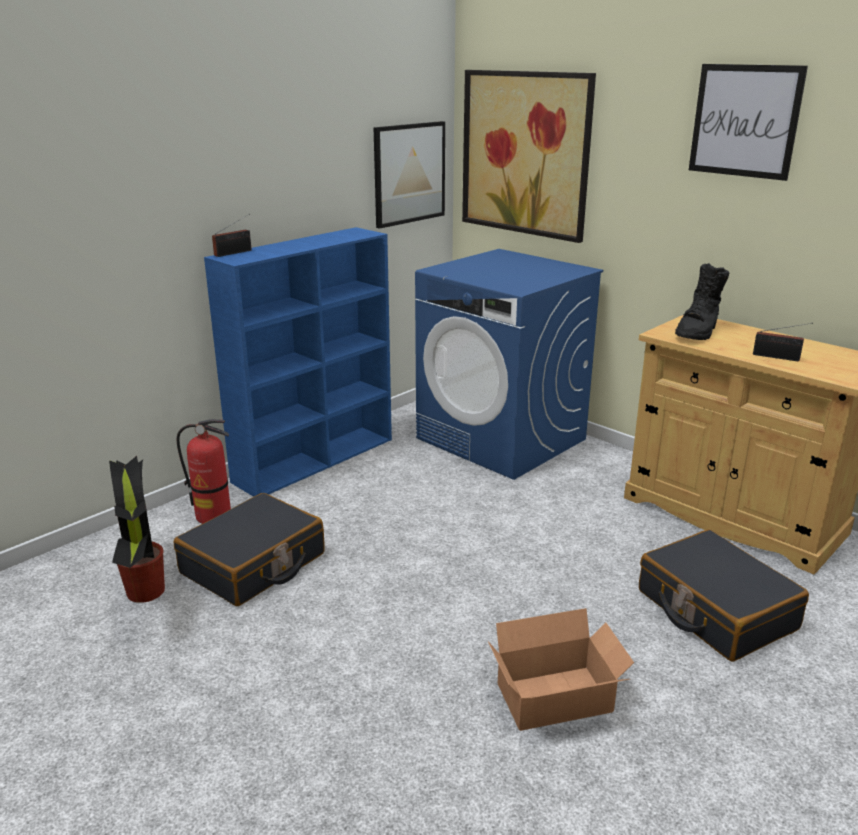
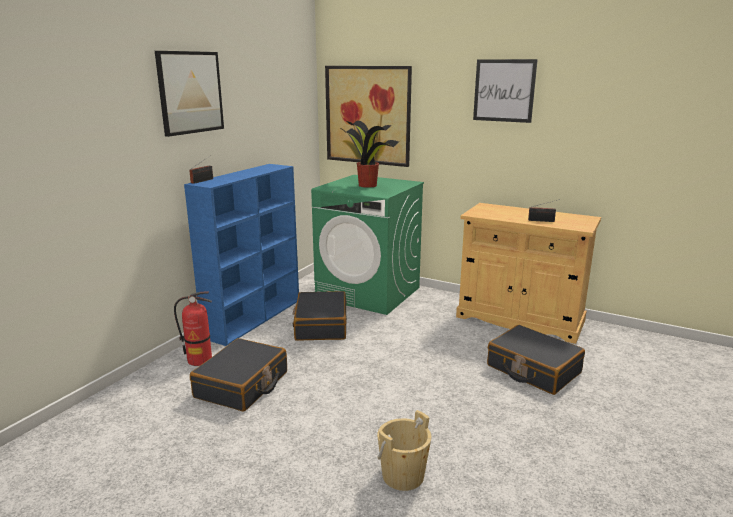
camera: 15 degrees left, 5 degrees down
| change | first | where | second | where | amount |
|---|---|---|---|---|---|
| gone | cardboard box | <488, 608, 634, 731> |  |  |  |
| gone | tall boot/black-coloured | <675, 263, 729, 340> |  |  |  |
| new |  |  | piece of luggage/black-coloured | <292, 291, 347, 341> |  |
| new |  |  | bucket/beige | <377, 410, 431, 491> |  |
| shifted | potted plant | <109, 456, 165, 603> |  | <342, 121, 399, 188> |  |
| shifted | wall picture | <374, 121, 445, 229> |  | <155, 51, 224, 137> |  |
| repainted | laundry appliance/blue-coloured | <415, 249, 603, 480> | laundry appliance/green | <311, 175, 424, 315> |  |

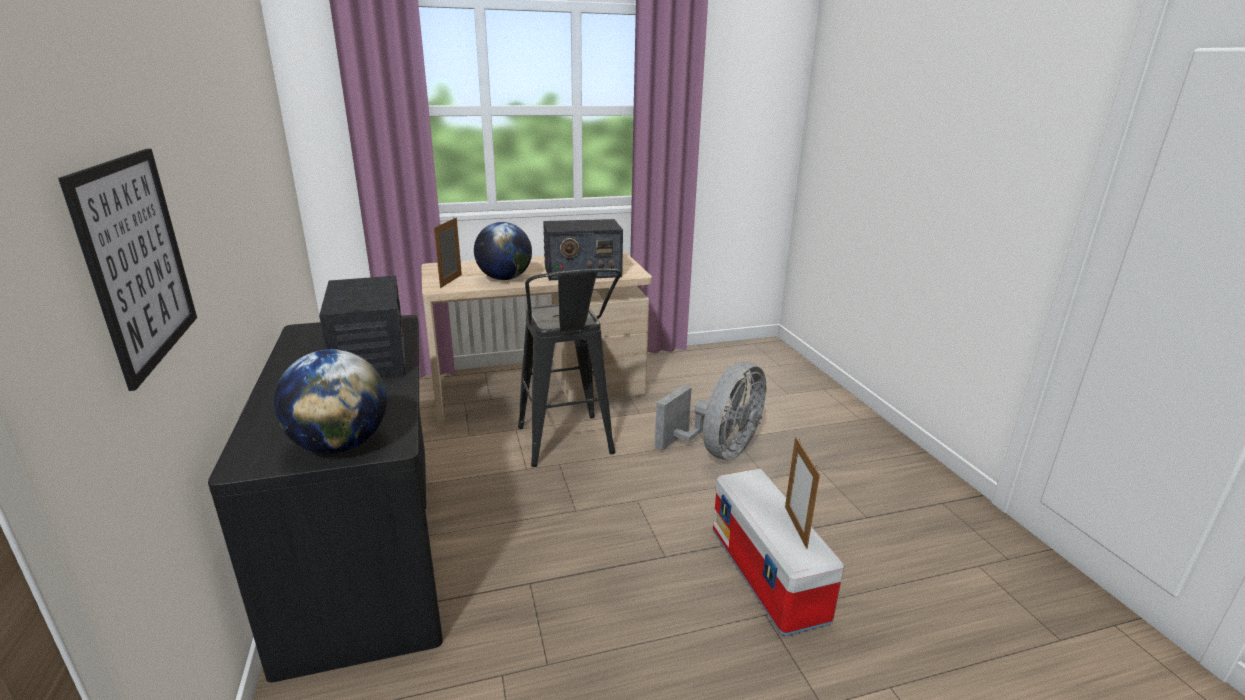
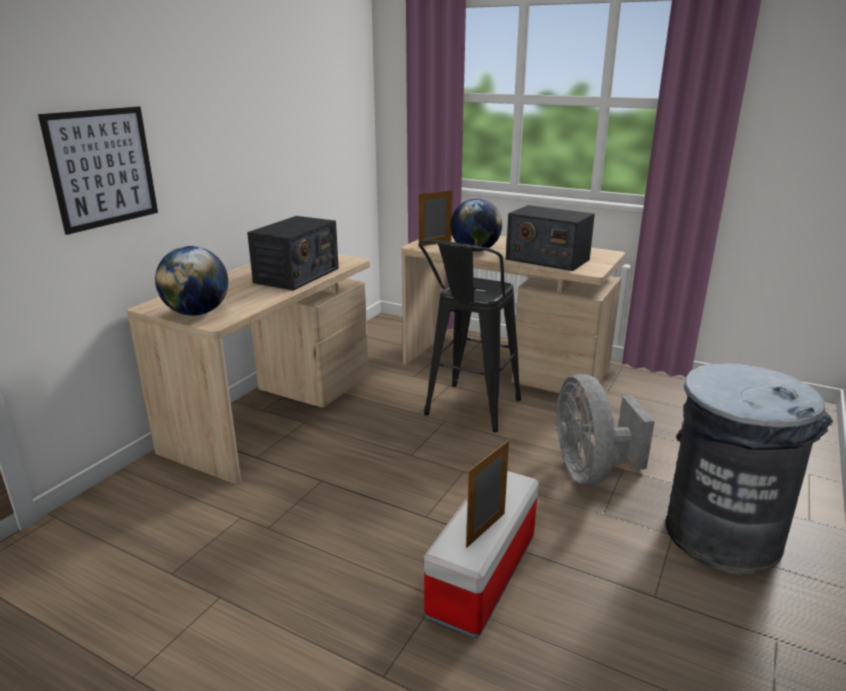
camera: 45 degrees right, 0 degrees up
| change | first | where | second | where | amount |
|---|---|---|---|---|---|
| new |  |  | rubbish bin/greyish | <665, 363, 833, 575> |  |
| repainted | desk table/black-coloured | <208, 315, 443, 682> | desk table/beige | <127, 254, 370, 483> |  |
| rotated | fan/greyish | <655, 362, 766, 460> |  | <555, 374, 655, 485> | 90 degrees clockwise |

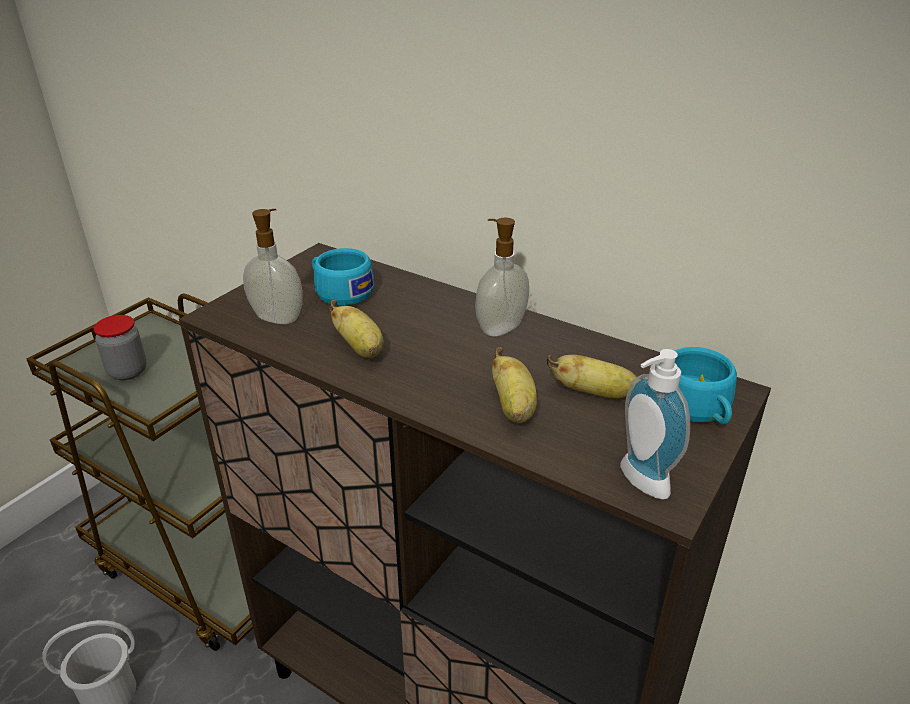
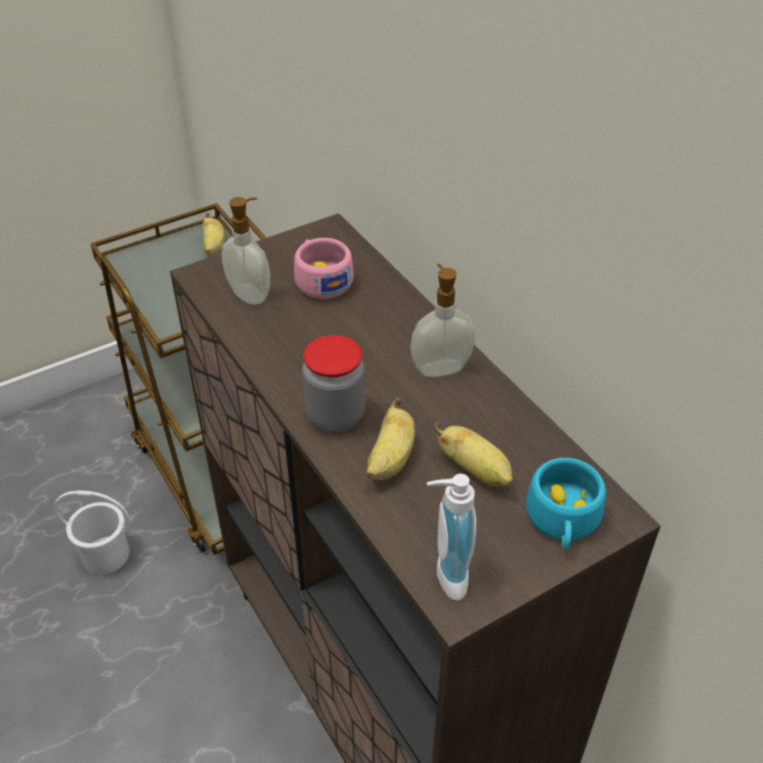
camera: 25 degrees right, 10 degrees up
| change | first | where | second | where | amount |
|---|---|---|---|---|---|
| shifted | preserve jar | <93, 315, 147, 380> |  | <302, 335, 365, 432> |  |
| shifted | whole banana | <329, 300, 384, 358> |  | <202, 213, 225, 256> |  |
| repainted | small cup/turquoise-coloured | <312, 248, 374, 305> | small cup/pink-coloured | <294, 238, 354, 299> |  |

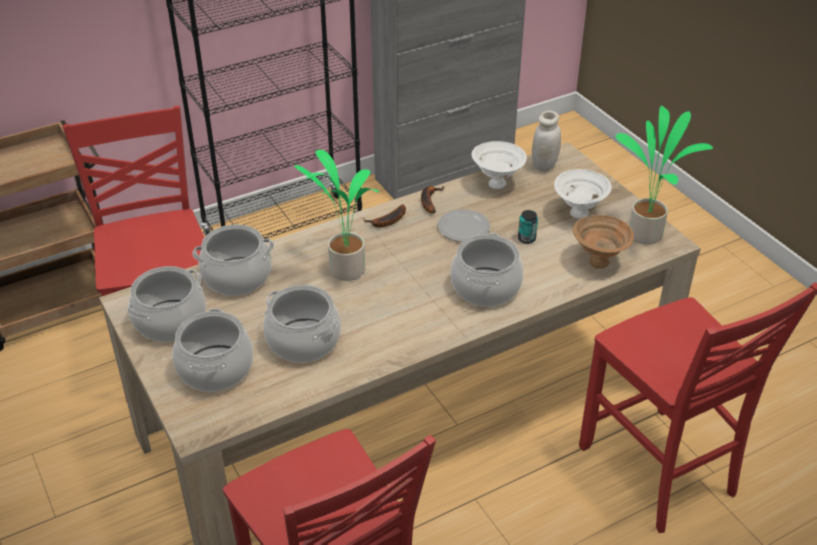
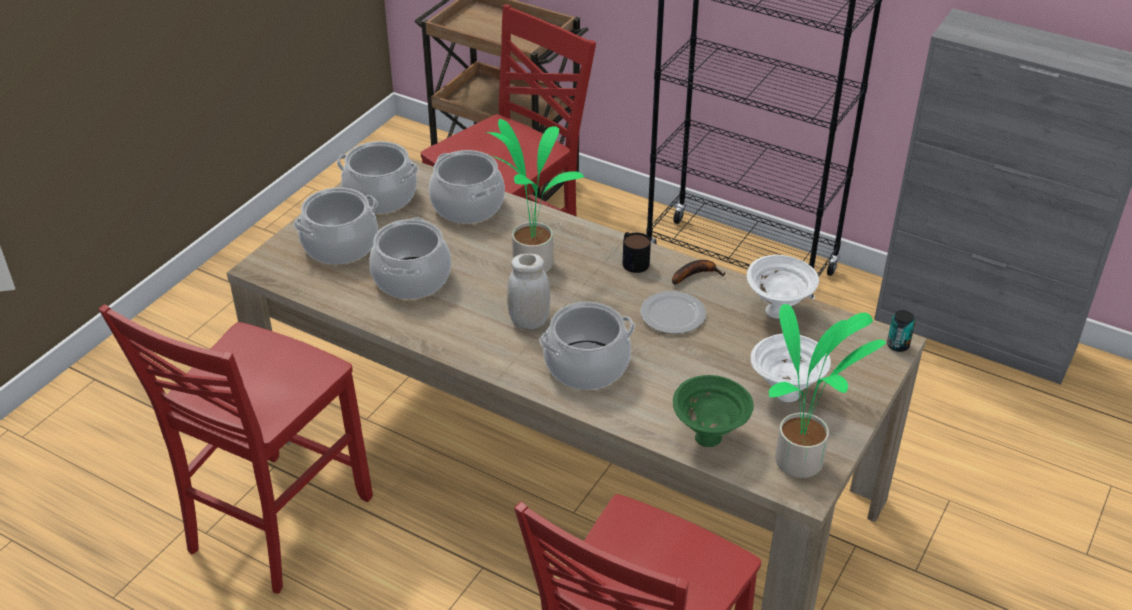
camera: 60 degrees right, 0 degrees up
| change | first | where | second | where | amount |
|---|---|---|---|---|---|
| shifted | metal can | <518, 210, 538, 244> |  | <887, 310, 915, 352> |  |
| shifted | preserve jar/whitish | <532, 111, 561, 172> |  | <507, 254, 550, 329> |  |
| swapped | whole banana | <363, 205, 406, 227> | tea mug | <623, 232, 651, 273> |  |
| repainted | bowl/brown | <573, 215, 634, 268> | bowl/green | <673, 375, 754, 447> |  |

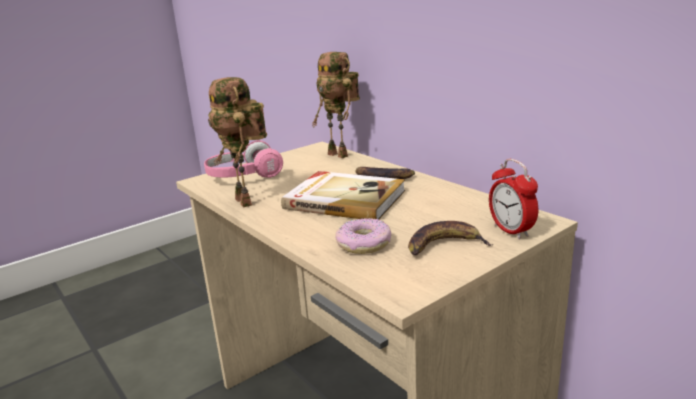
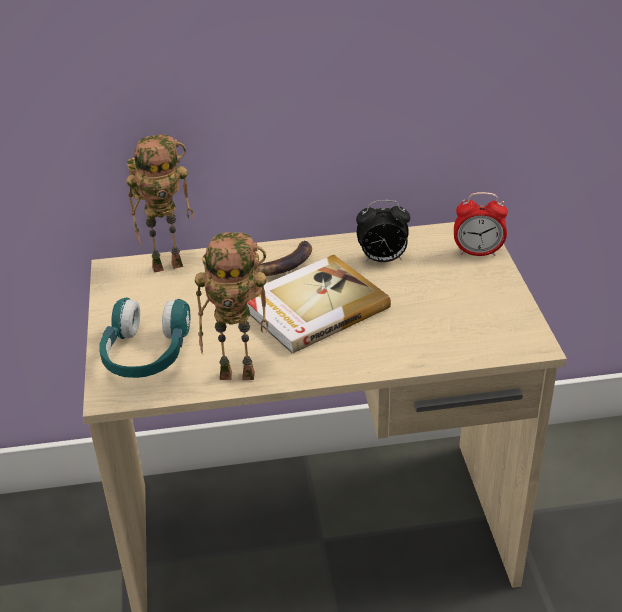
camera: 60 degrees left, 15 degrees up
| change | first | where | second | where | amount |
|---|---|---|---|---|---|
| gone | doughnut | <335, 218, 391, 254> |  |  |  |
| gone | whole banana | <408, 221, 494, 255> |  |  |  |
| new |  |  | table clock | <356, 200, 410, 262> |  |
| repainted | pair of headphones/pink-coloured | <204, 140, 283, 178> | pair of headphones/turquoise-coloured | <99, 298, 191, 378> |  |

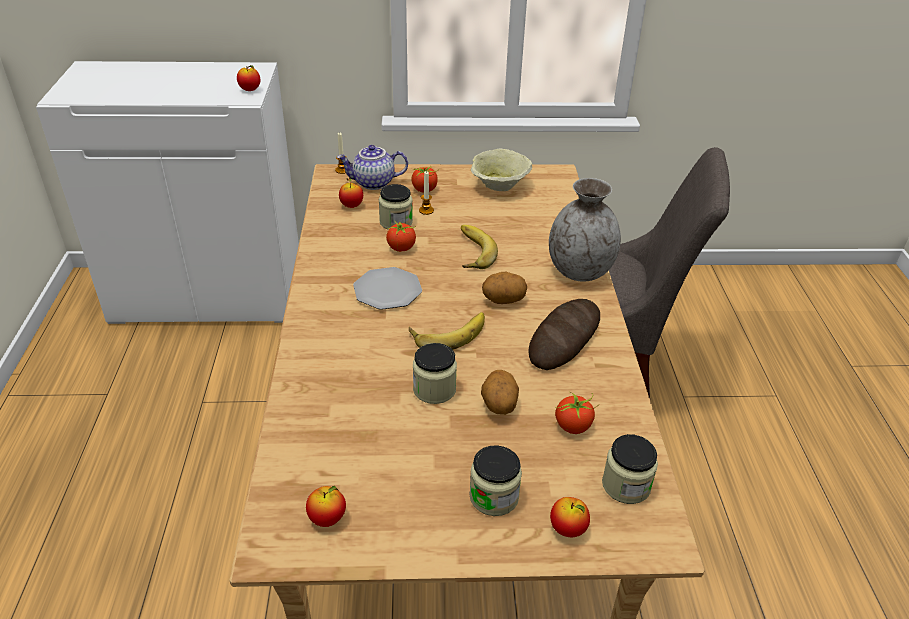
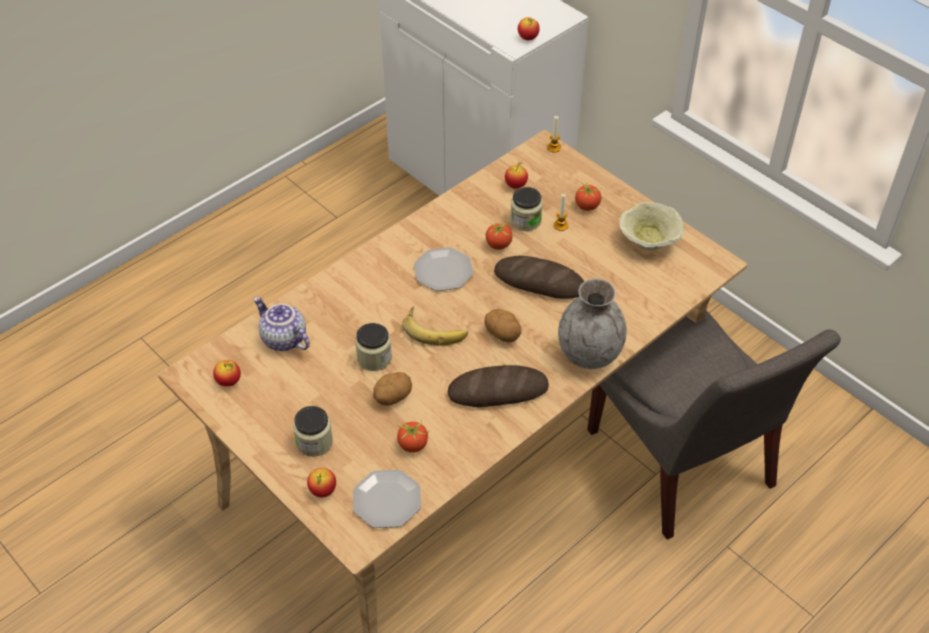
camera: 50 degrees right, 10 degrees up
| change | first | where | second | where | amount |
|---|---|---|---|---|---|
| shifted | teapot | <337, 145, 408, 190> |  | <253, 297, 310, 351> |  |
| swapped | whole banana | <461, 225, 498, 269> | baked bread | <494, 256, 584, 299> |  |
| swapped | preserve jar | <602, 434, 658, 504> | plate | <353, 470, 421, 528> |  |

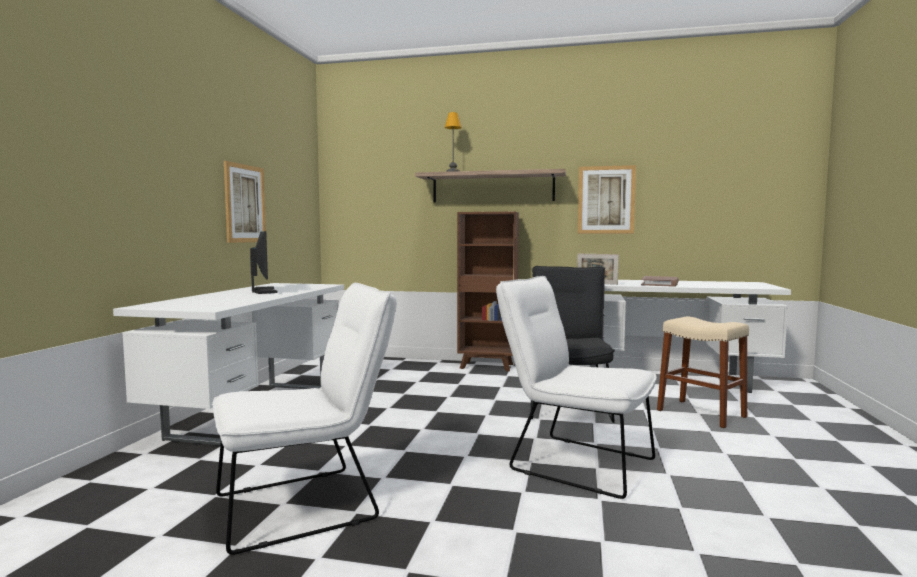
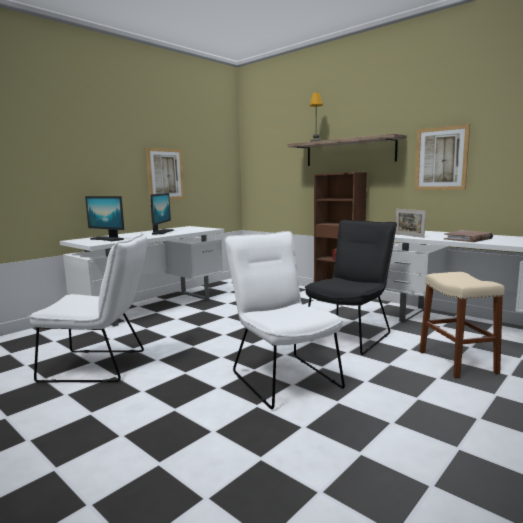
camera: 30 degrees right, 5 degrees up
| change | first | where | second | where | amount |
|---|---|---|---|---|---|
| new |  |  | monitor | <85, 196, 124, 241> |  |

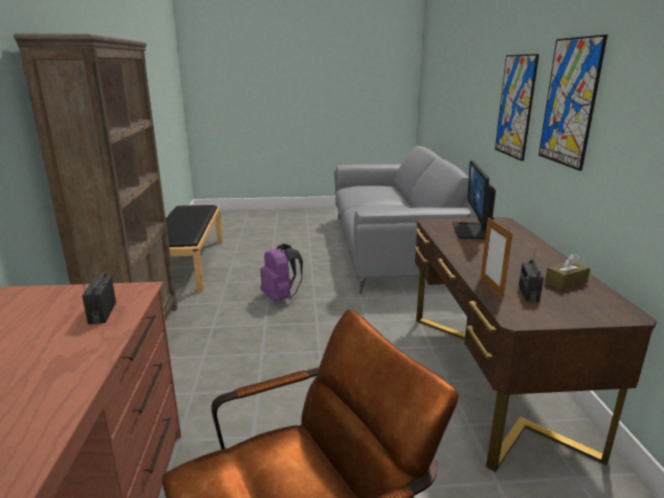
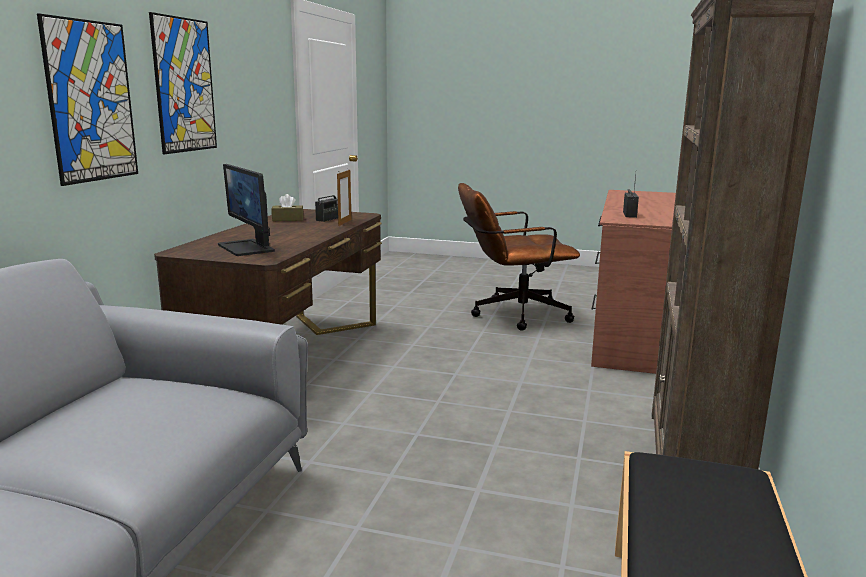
camera: 160 degrees left, 5 degrees down
| change | first | where | second | where | amount |
|---|---|---|---|---|---|
| gone | knapsack/purplish | <260, 243, 303, 302> |  |  |  |
| rotated | monitor | <452, 160, 496, 239> |  | <218, 164, 275, 256> | 120 degrees clockwise |

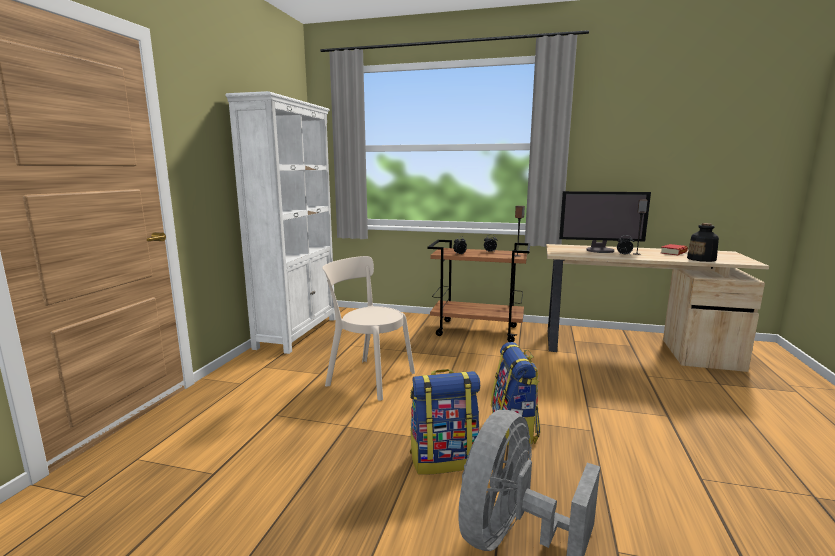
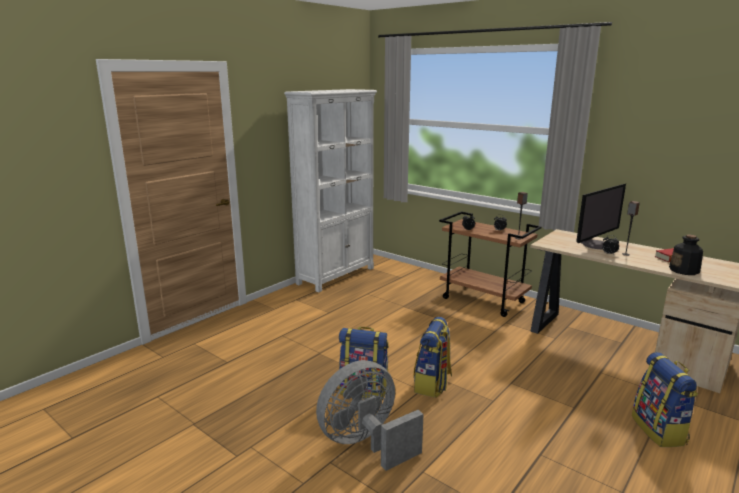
camera: 25 degrees right, 5 degrees up
| change | first | where | second | where | amount |
|---|---|---|---|---|---|
| gone | upright chair/beige | <322, 256, 415, 401> |  |  |  |
| new |  |  | knapsack | <632, 352, 698, 447> |  |
| rotated | monitor | <559, 191, 651, 253> |  | <576, 184, 626, 249> | 75 degrees counterclockwise |

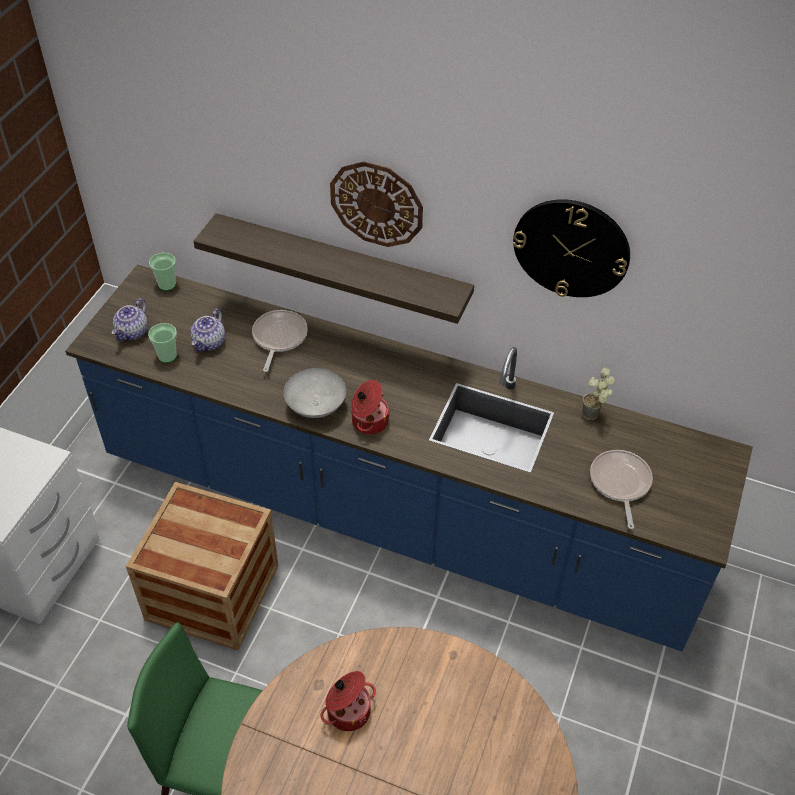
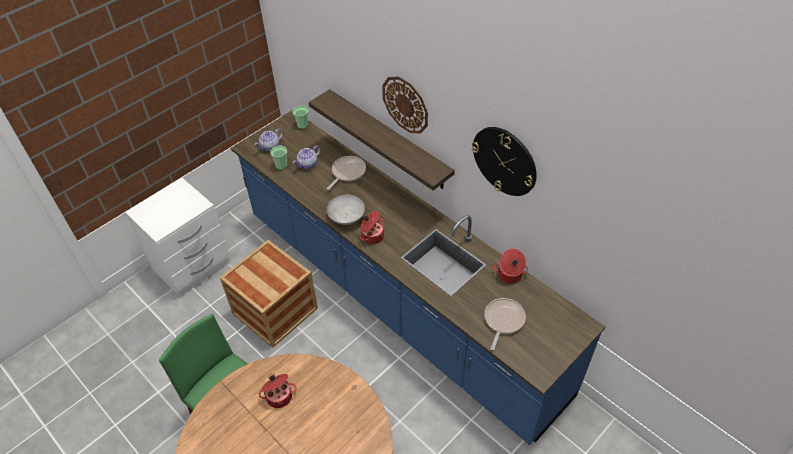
camera: 25 degrees right, 0 degrees up
| change | first | where | second | where | amount |
|---|---|---|---|---|---|
| swapped | potted plant | <583, 367, 615, 420> | saucepot | <494, 249, 529, 284> |  |

